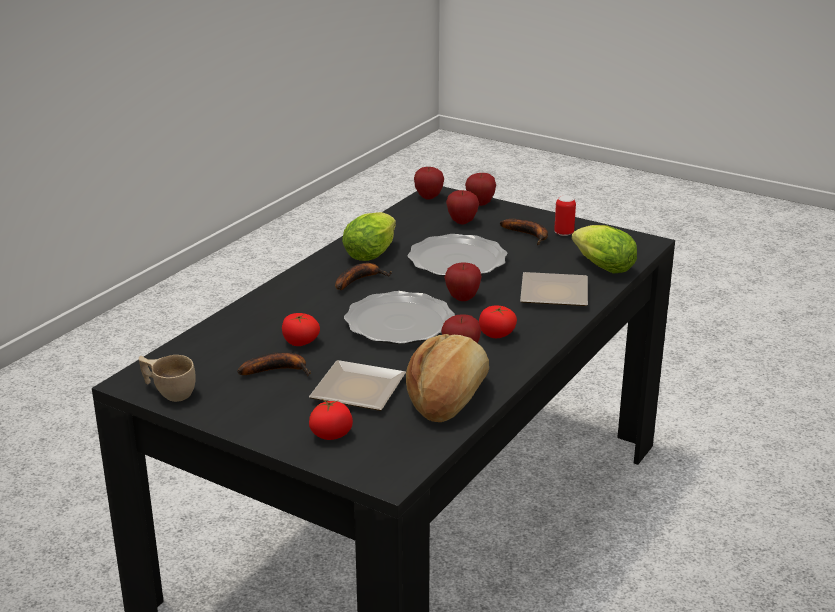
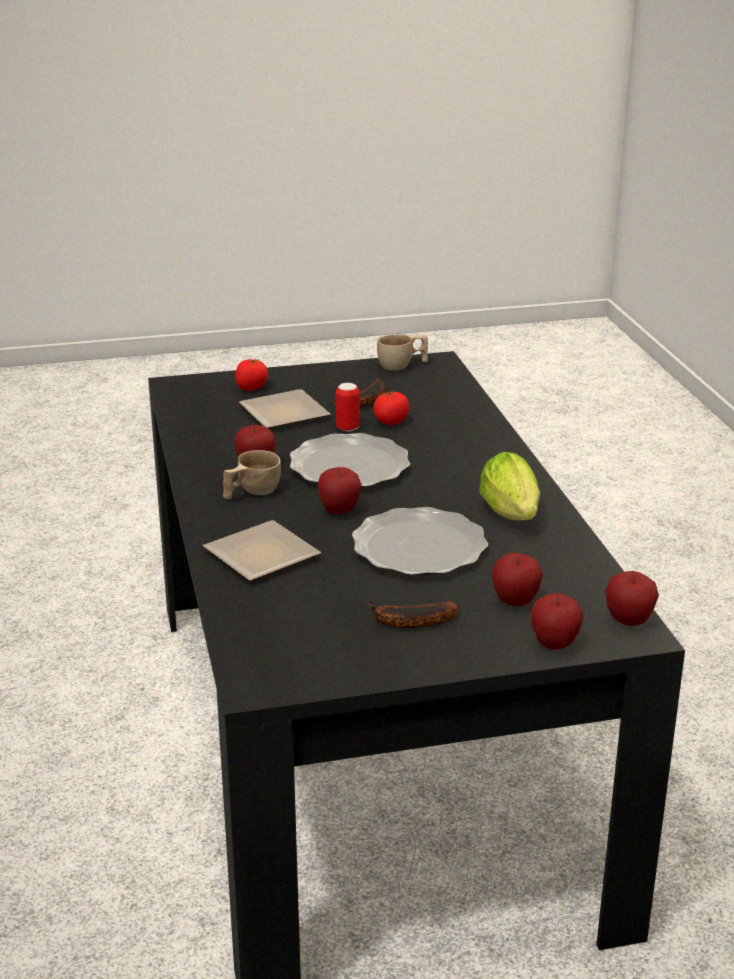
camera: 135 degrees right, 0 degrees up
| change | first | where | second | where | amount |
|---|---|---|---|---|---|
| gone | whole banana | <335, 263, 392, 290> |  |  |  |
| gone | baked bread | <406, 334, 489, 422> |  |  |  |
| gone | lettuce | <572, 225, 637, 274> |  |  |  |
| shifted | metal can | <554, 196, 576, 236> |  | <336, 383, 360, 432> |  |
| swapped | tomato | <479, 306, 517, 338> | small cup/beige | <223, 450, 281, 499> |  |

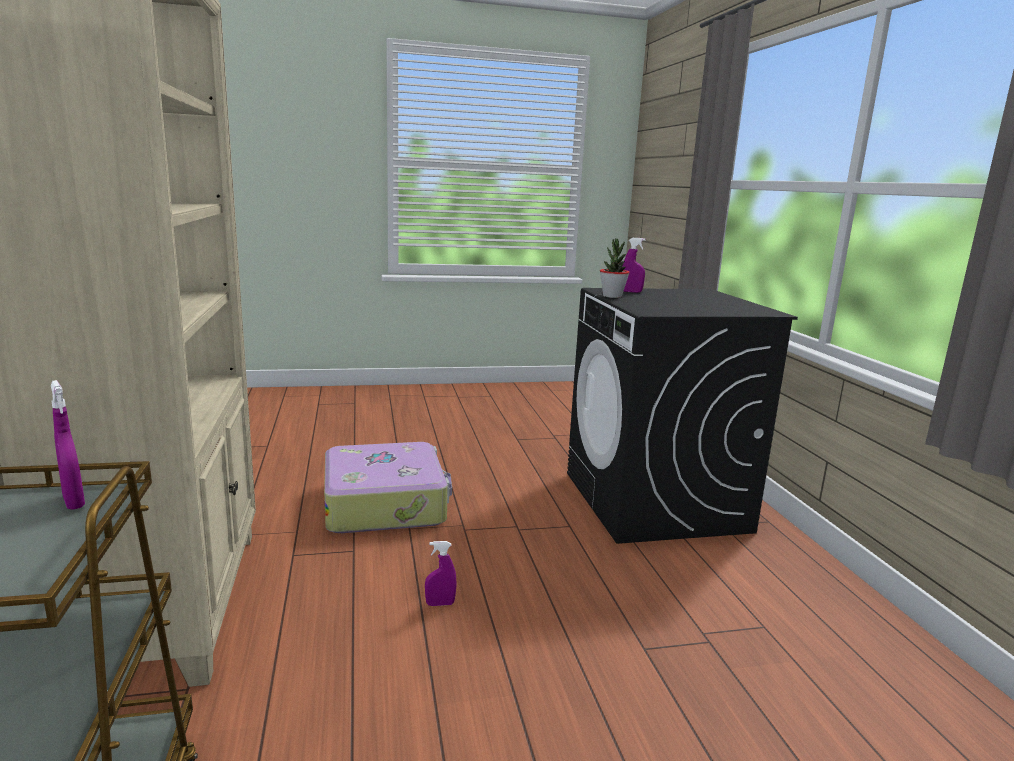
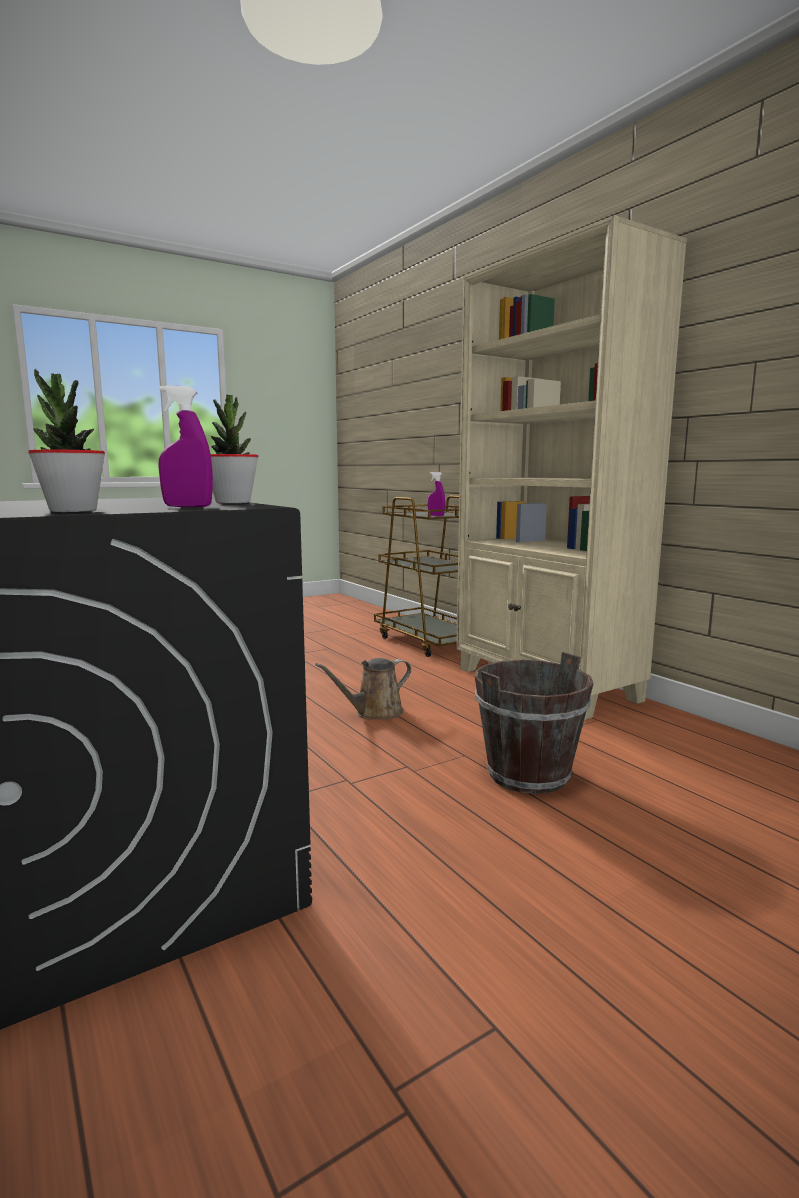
camera: 160 degrees right, 5 degrees down
| change | first | where | second | where | amount |
|---|---|---|---|---|---|
| new |  |  | potted plant | <28, 369, 105, 512> |  |
| swapped | piece of luggage | <324, 442, 452, 533> | bucket/brown | <475, 652, 593, 794> |  |
| swapped | spray bottle/purplish | <425, 541, 457, 606> | watering can/brown | <315, 658, 411, 720> |  |

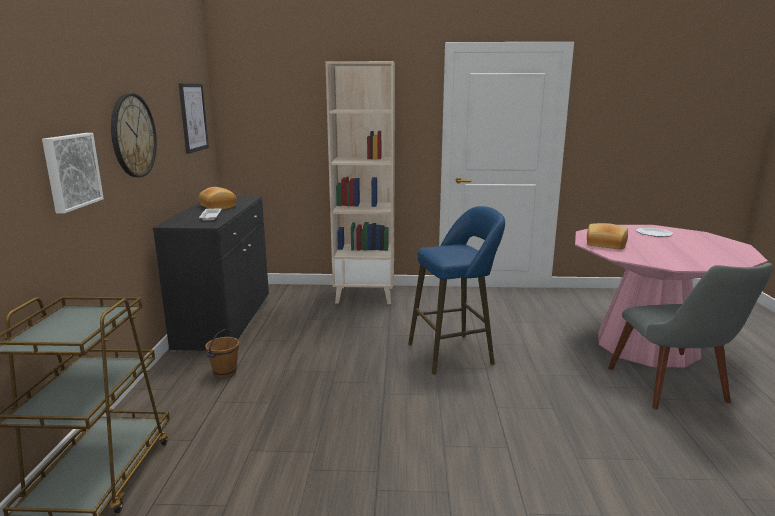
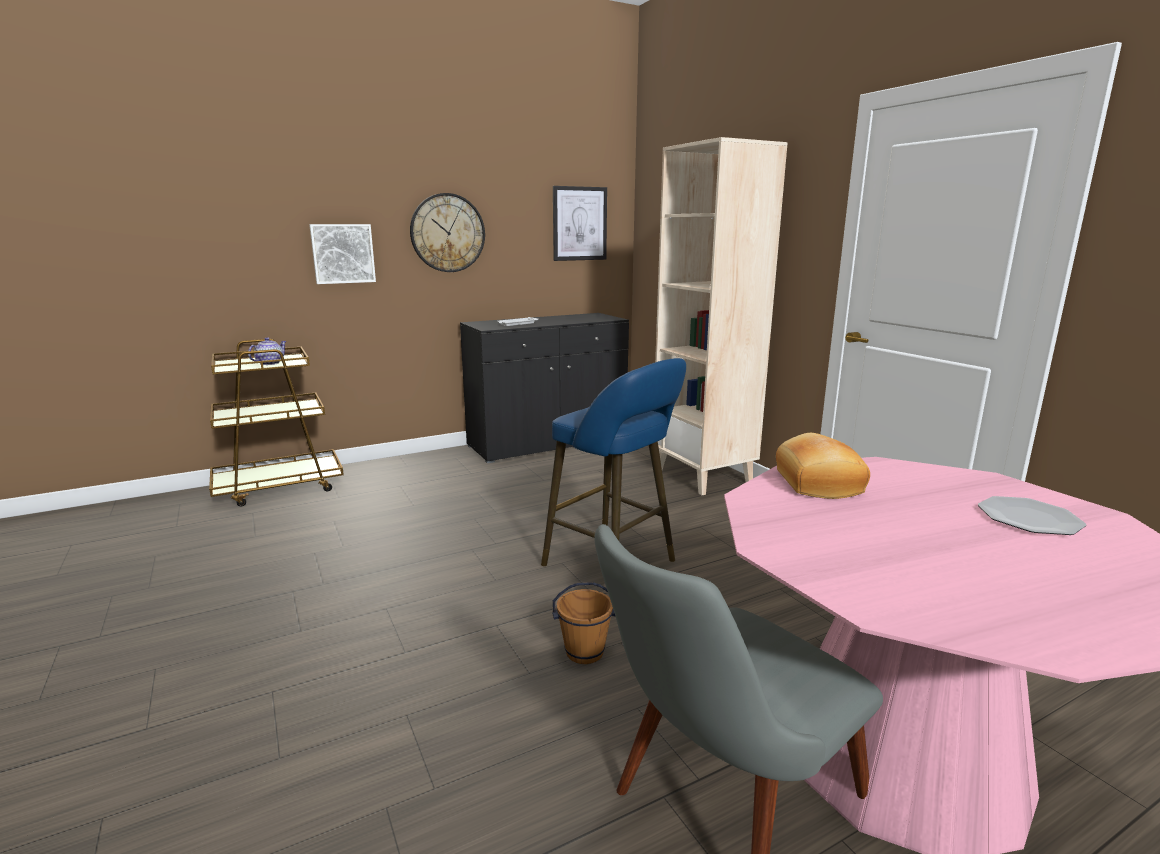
camera: 60 degrees right, 0 degrees up
| change | first | where | second | where | amount |
|---|---|---|---|---|---|
| gone | baked bread | <199, 187, 237, 209> |  |  |  |
| new |  |  | teapot | <248, 337, 287, 365> |  |
| shifted | bucket/brown | <205, 329, 239, 378> |  | <552, 582, 615, 664> |  |

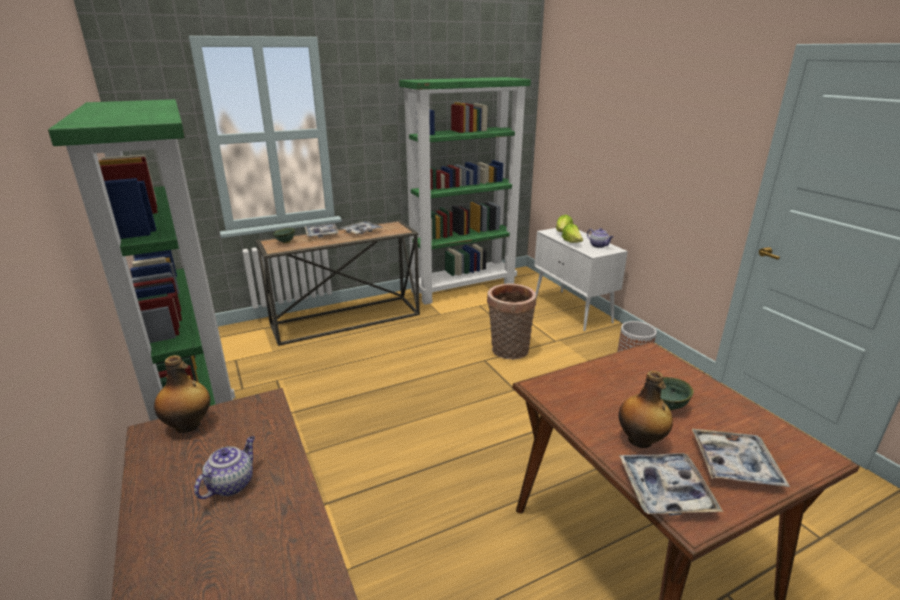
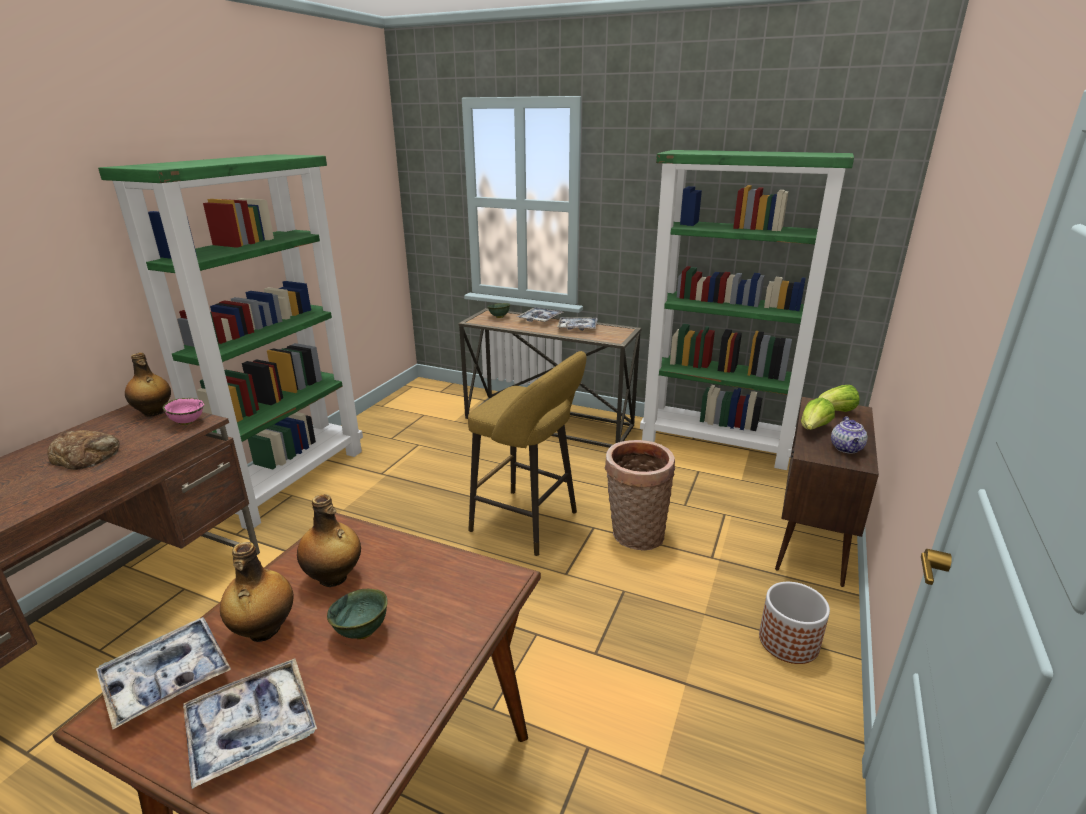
camera: 50 degrees right, 0 degrees up
| change | first | where | second | where | amount |
|---|---|---|---|---|---|
| new |  |  | bowl/pink-coloured | <163, 398, 204, 425> |  |
| new |  |  | bottle | <297, 494, 361, 587> |  |
| new |  |  | stool/yellow-coloured | <468, 351, 586, 556> |  |
| swapped | teapot | <194, 436, 255, 499> | baked bread | <47, 430, 120, 470> |  |
| repainted | storage cabinet/whitish | <534, 228, 628, 331> | storage cabinet/brown | <775, 397, 879, 587> |  |

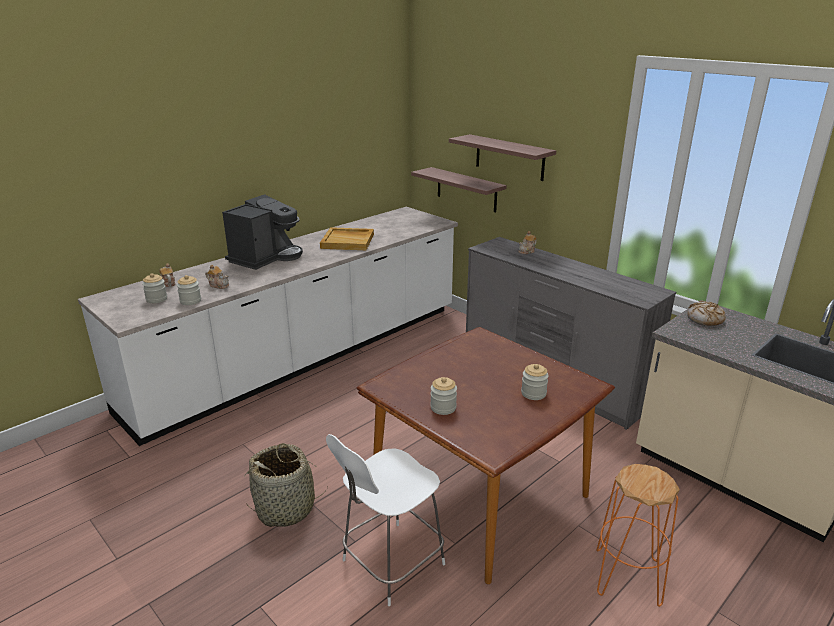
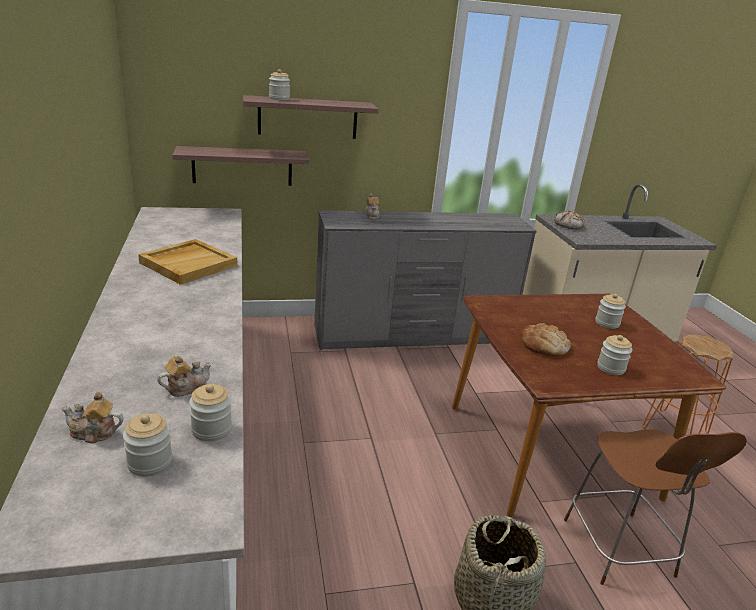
camera: 60 degrees left, 0 degrees up
| change | first | where | second | where | amount |
|---|---|---|---|---|---|
| gone | coffee maker | <222, 194, 303, 270> |  |  |  |
| new |  |  | preserve jar | <269, 69, 290, 100> |  |
| new |  |  | baked bread | <521, 323, 571, 356> |  |
| repainted | upright chair/whitish | <326, 434, 445, 606> | upright chair/brown | <564, 429, 747, 585> |  |

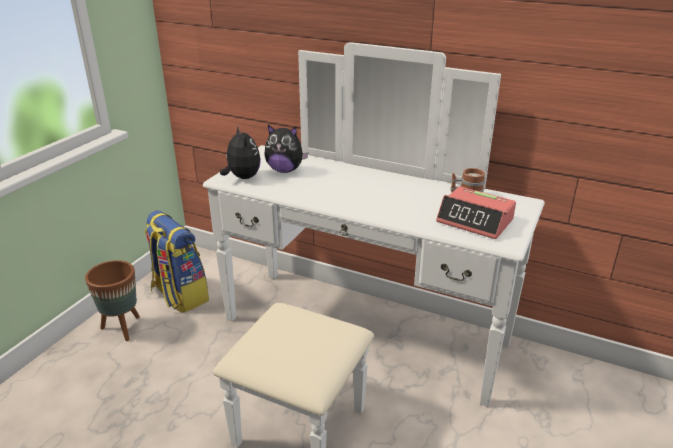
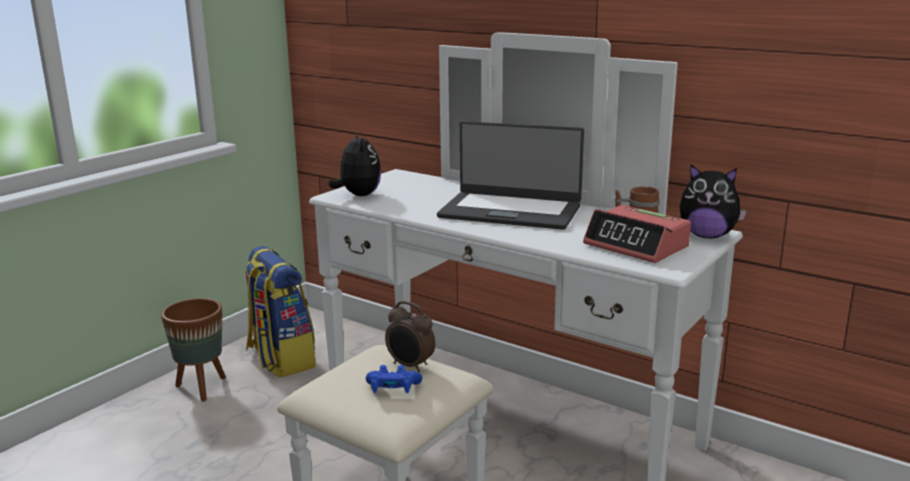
camera: 10 degrees right, 10 degrees down
| change | first | where | second | where | amount |
|---|---|---|---|---|---|
| new |  |  | gamepad/blue-coloured | <366, 365, 422, 393> |  |
| new |  |  | table clock | <385, 301, 436, 372> |  |
| new |  |  | portable computer | <437, 121, 584, 230> |  |
| shifted | plush toy | <264, 125, 309, 173> |  | <680, 164, 747, 238> |  |

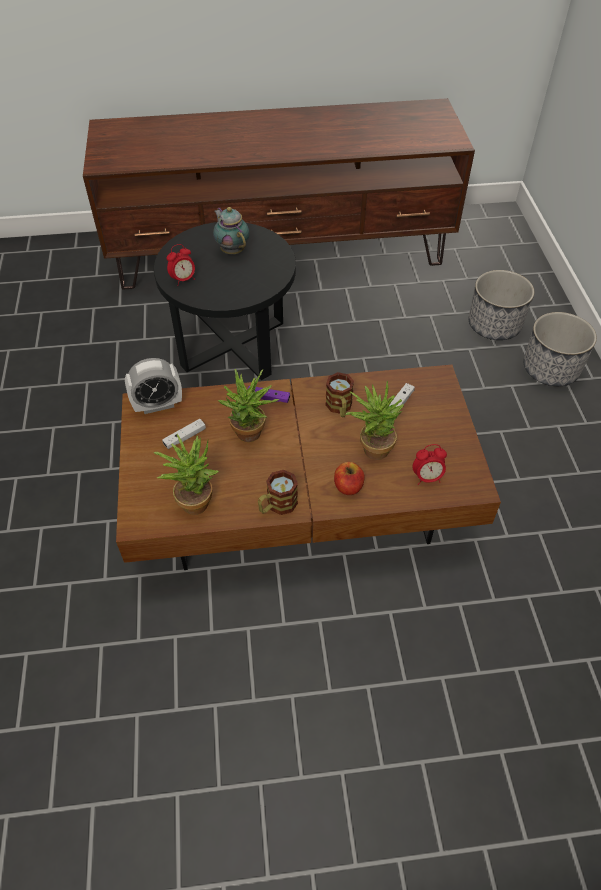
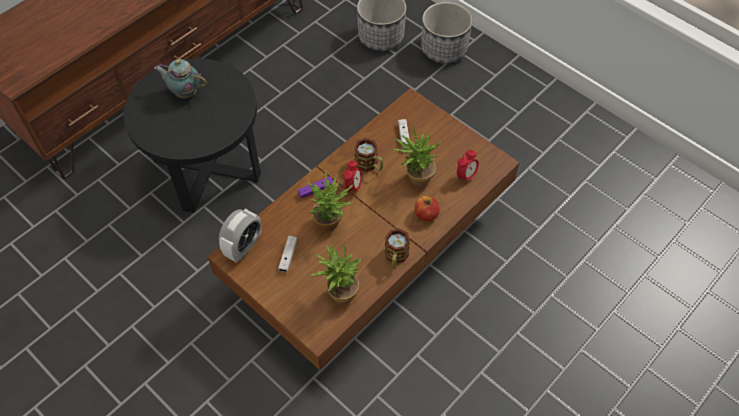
camera: 40 degrees left, 5 degrees up
| change | first | where | second | where | amount |
|---|---|---|---|---|---|
| shifted | table clock | <167, 244, 195, 286> |  | <343, 161, 362, 195> |  |

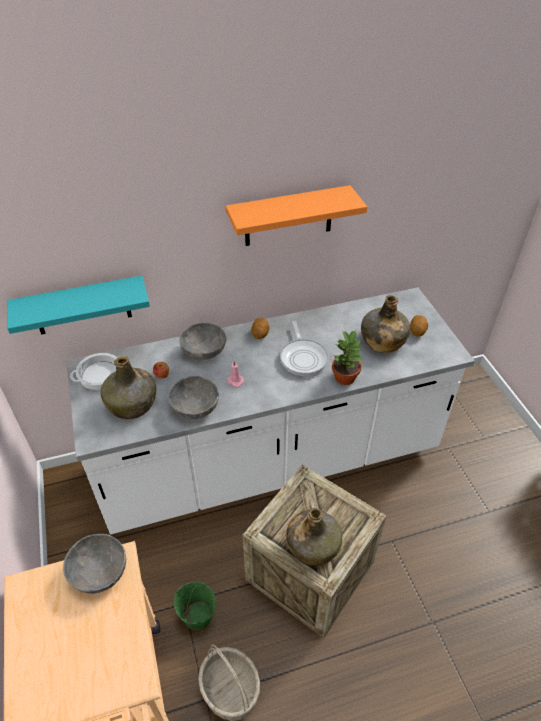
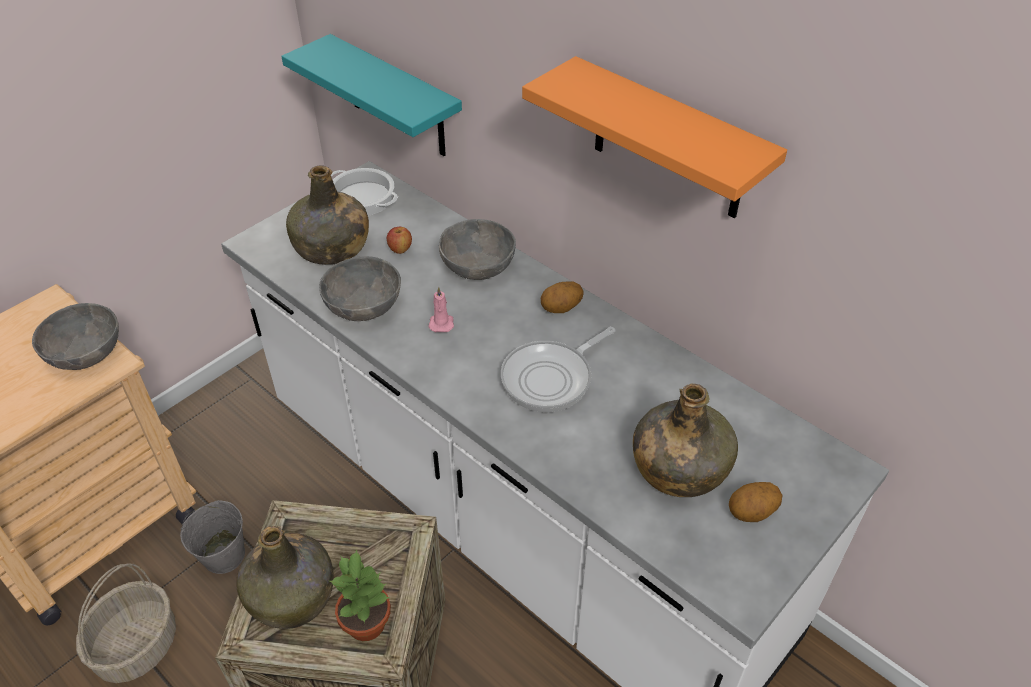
camera: 60 degrees right, 0 degrees up
| change | first | where | second | where | amount |
|---|---|---|---|---|---|
| shifted | potted plant | <332, 330, 364, 385> |  | <330, 549, 391, 641> |  |
| repainted | bucket/green | <174, 582, 216, 630> | bucket/greyish | <180, 500, 245, 574> |  |

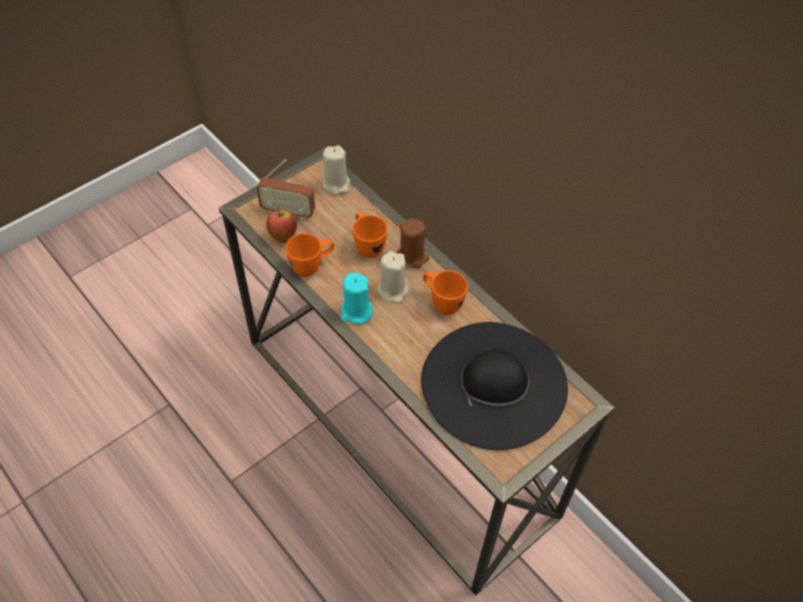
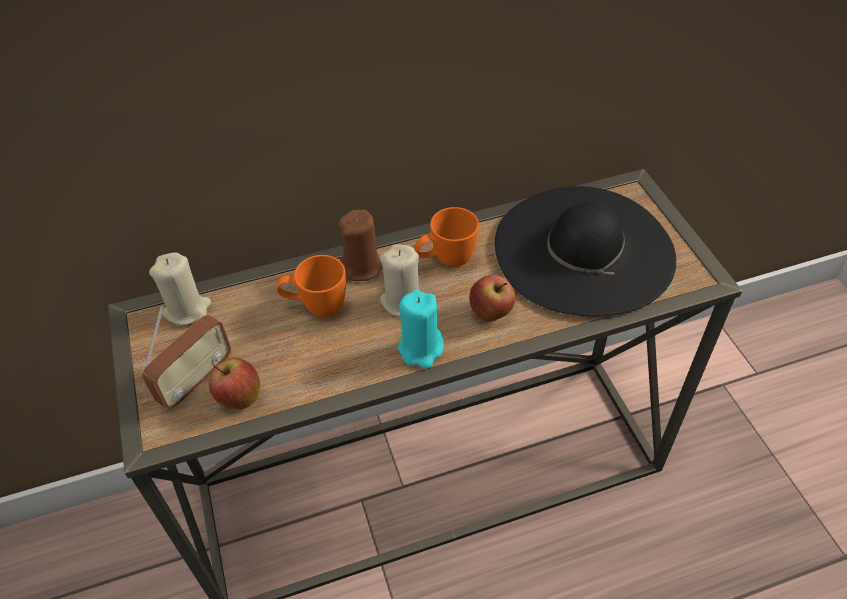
camera: 65 degrees left, 5 degrees down
| change | first | where | second | where | amount |
|---|---|---|---|---|---|
| gone | tea mug/orange | <286, 233, 334, 277> |  |  |  |
| new |  |  | apple | <469, 275, 515, 322> |  |

